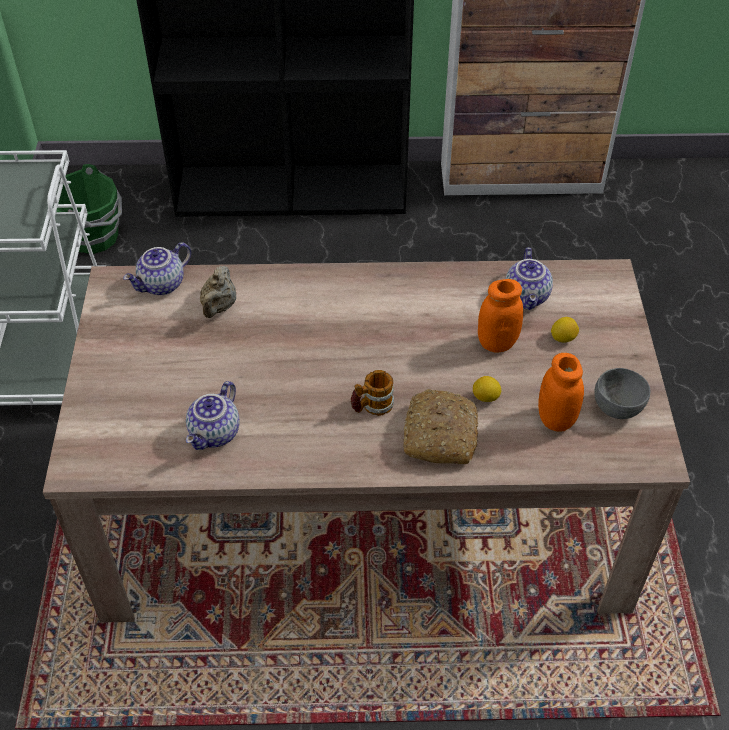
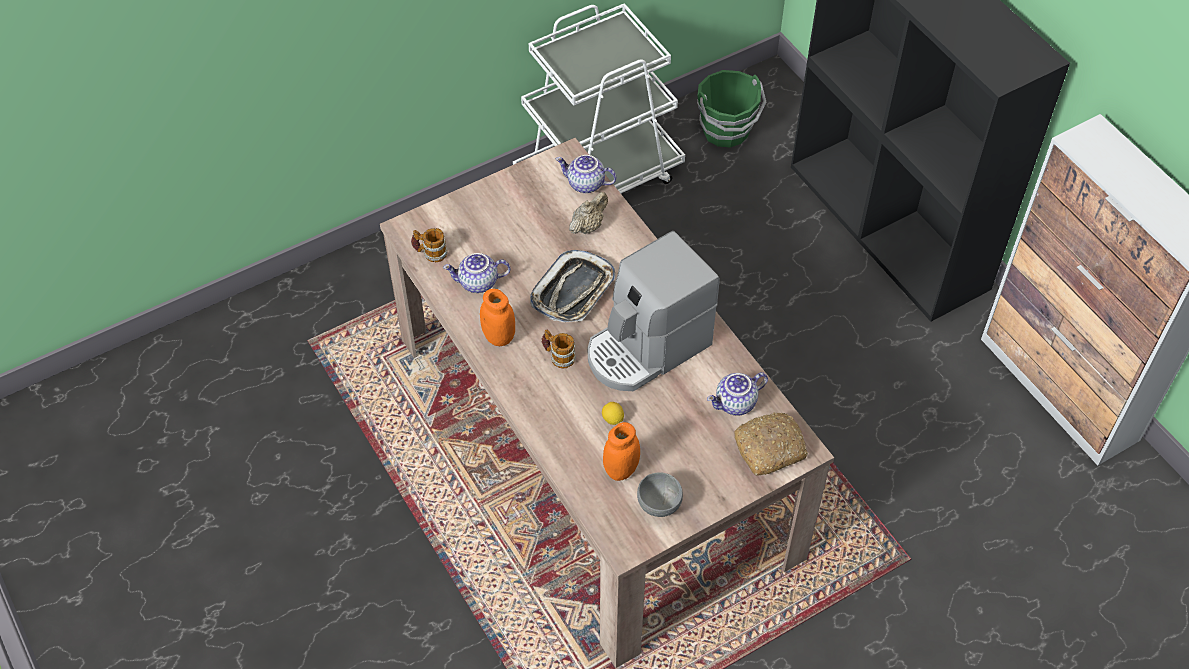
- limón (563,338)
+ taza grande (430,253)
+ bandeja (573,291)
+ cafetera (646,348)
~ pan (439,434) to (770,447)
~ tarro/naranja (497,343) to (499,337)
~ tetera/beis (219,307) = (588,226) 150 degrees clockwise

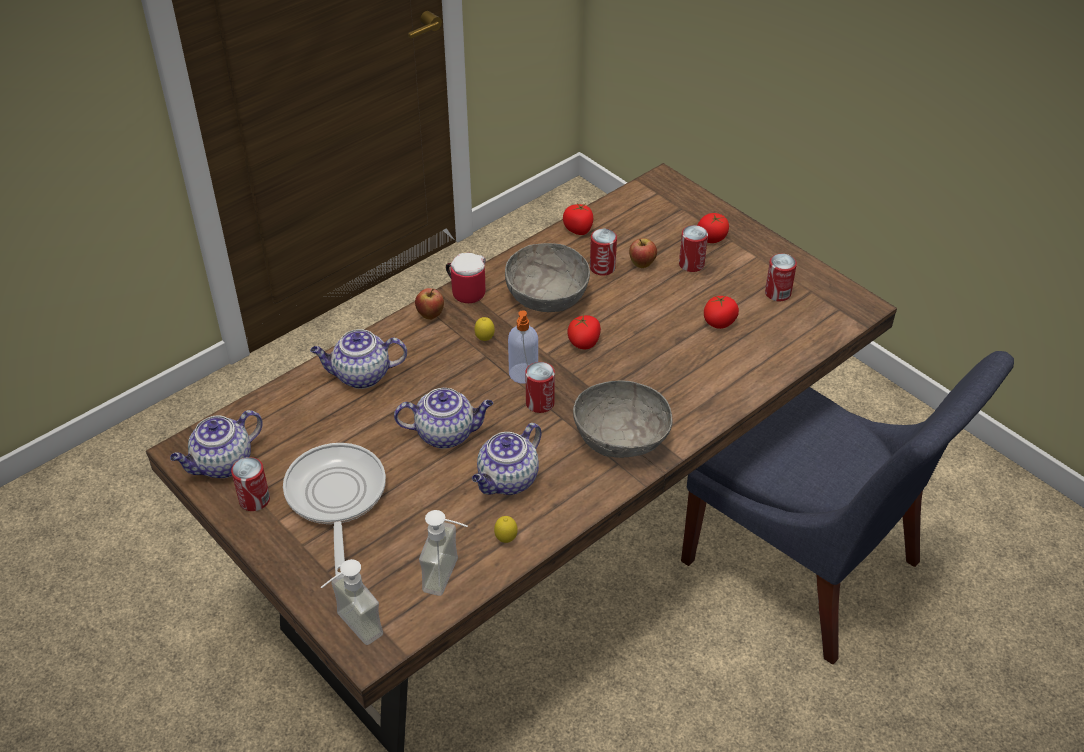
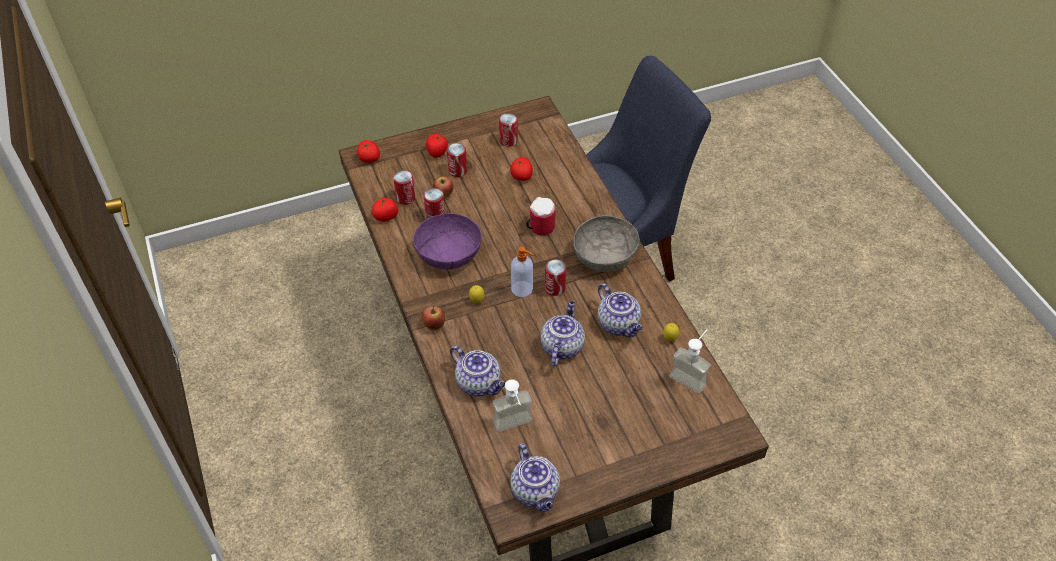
- sartén (335,499)
~ lata (254,500) to (405,198)
~ dispensador de jabón (350,630) to (515,427)
~ taza grande (465,290) to (538,228)
~ tomate (584,343) to (369,159)
~ cuenco/gris (547,295) to cuenco/morado (448,254)
~ tetera (361,376) = (479,383) 60 degrees counterclockwise

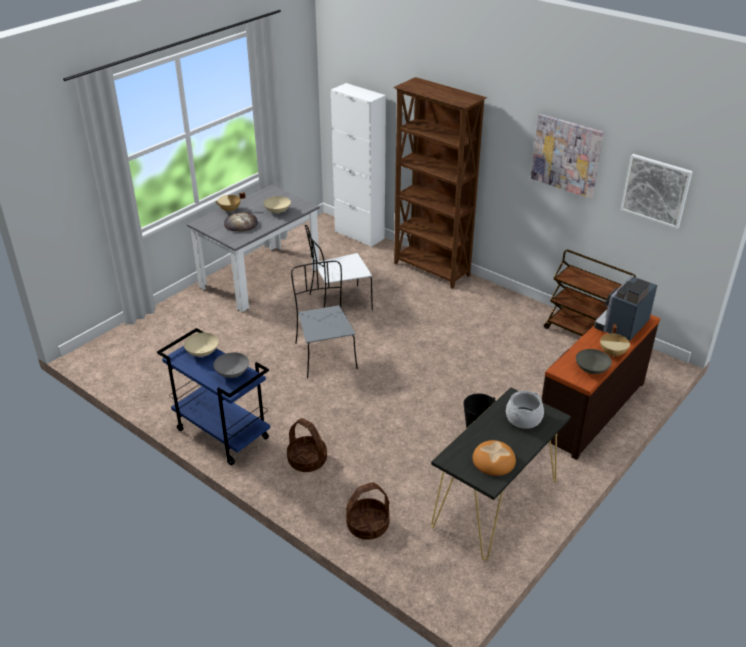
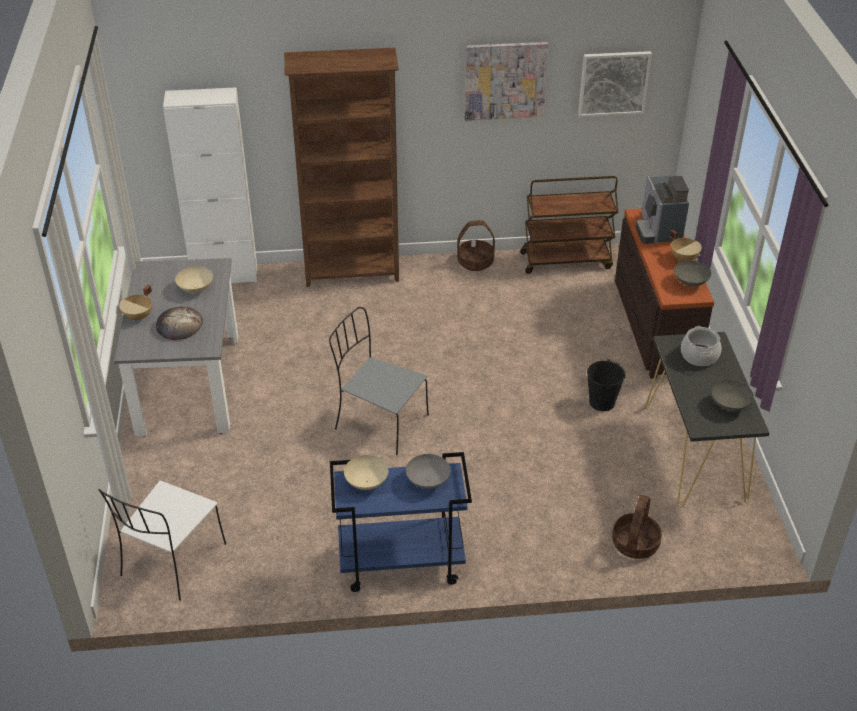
~ cesta (307,460) to (475,262)
~ silla/blanco (338,302) to (172,562)
~ pan (493,460) to cuenco/gris (729,405)

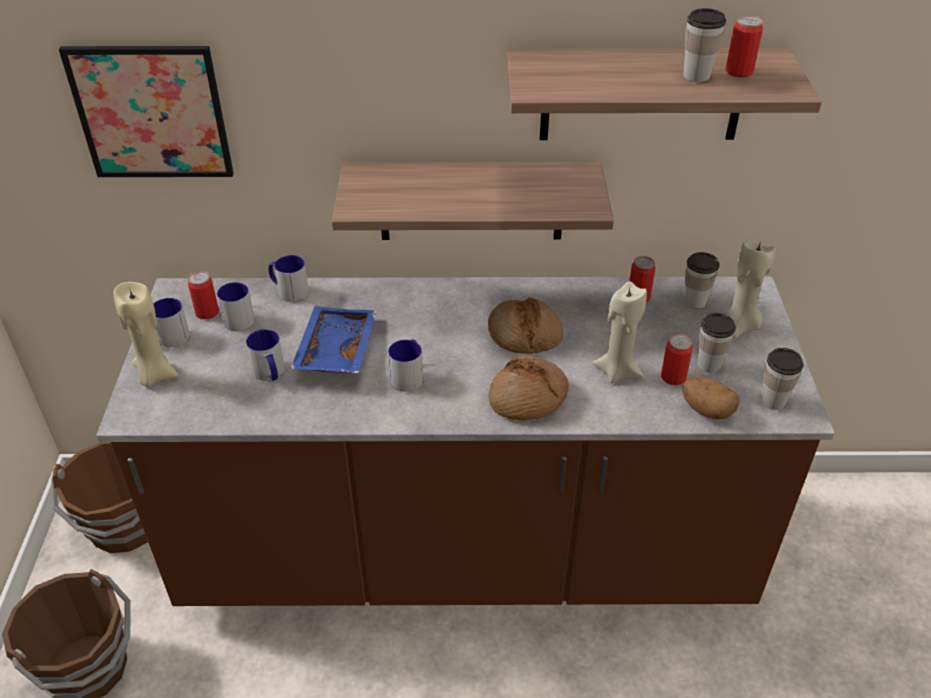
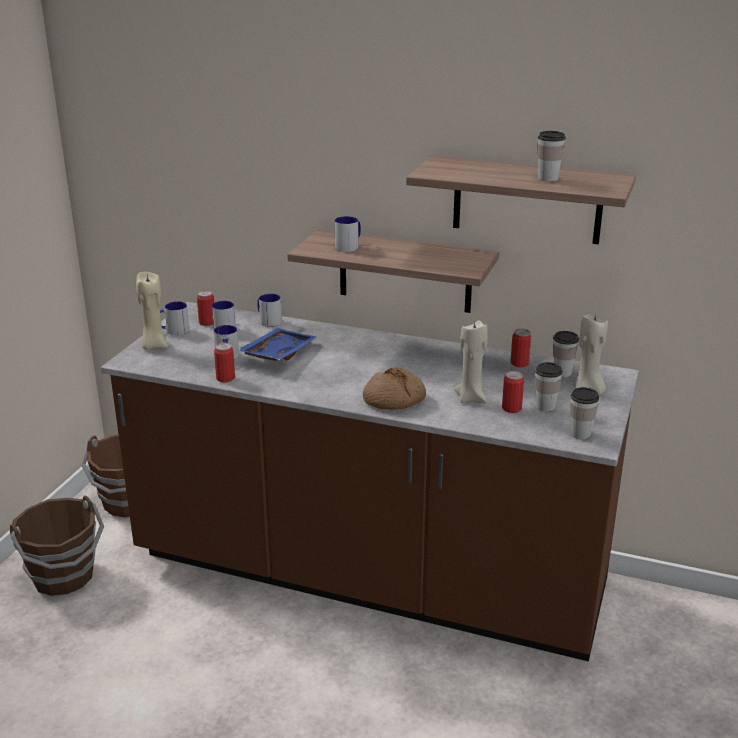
- cuadro (151,113)
- pan (524,334)
- patata (706,410)
~ taza grande (408,375) to (349,246)
~ lata (739,71) to (225,378)

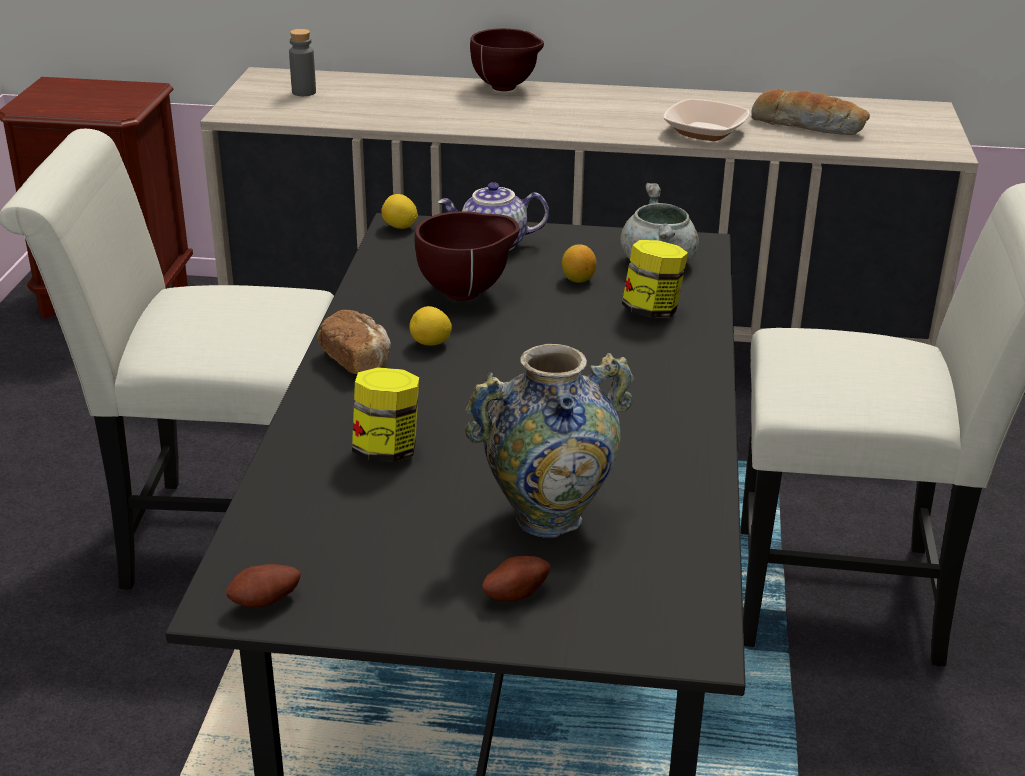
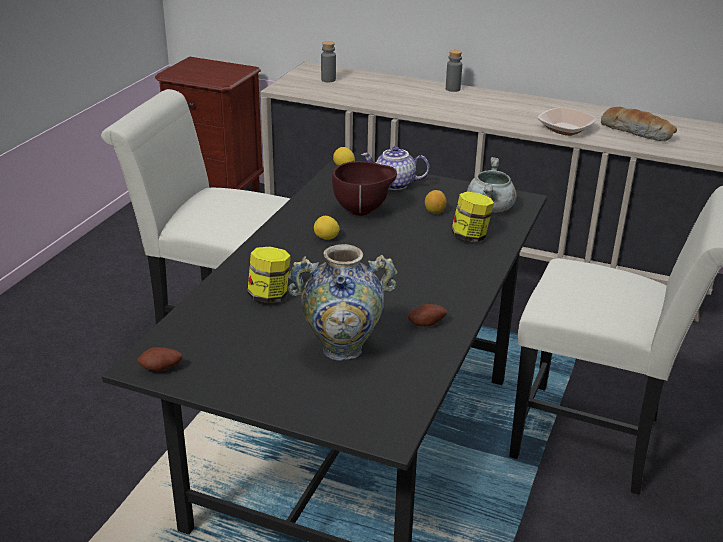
- pan (357,360)
~ patata (515,593) to (426,323)
~ cuenco/marrón (507,88) to botella/gris (453,89)

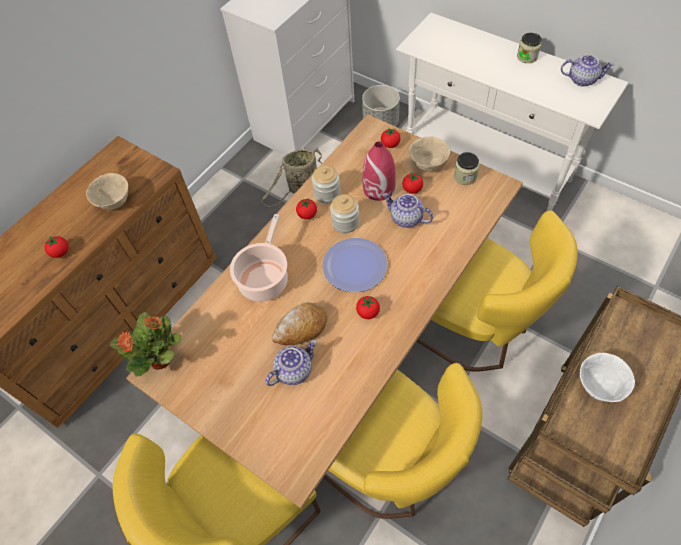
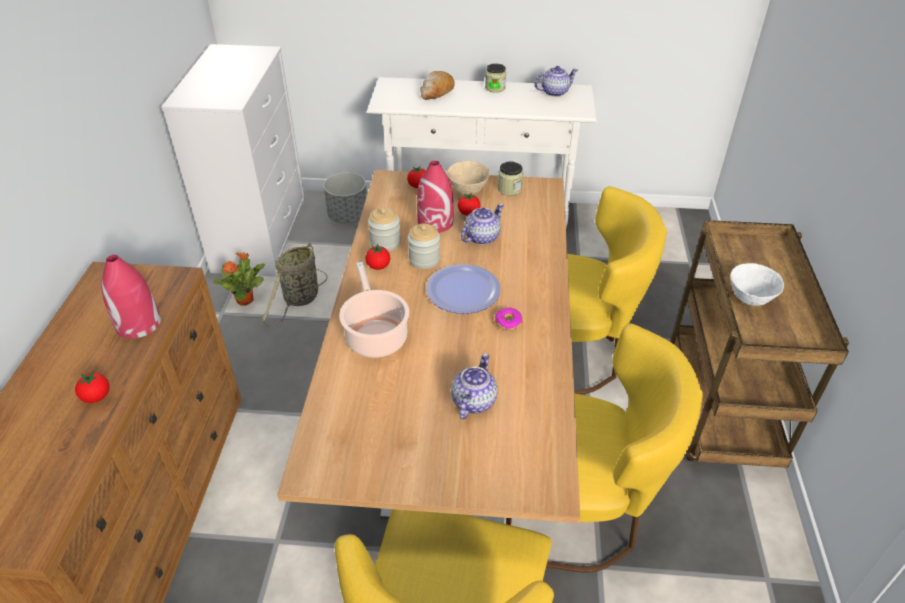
~ planta en maceta (161,359) to (245,300)
~ pan (301,328) to (436,92)
~ cuenco/beis (114,203) to florero/rojo (138,324)
~ tomate (368,312) to rosquilla (508,323)
~ tetera (406,218) = (482,237) 135 degrees clockwise

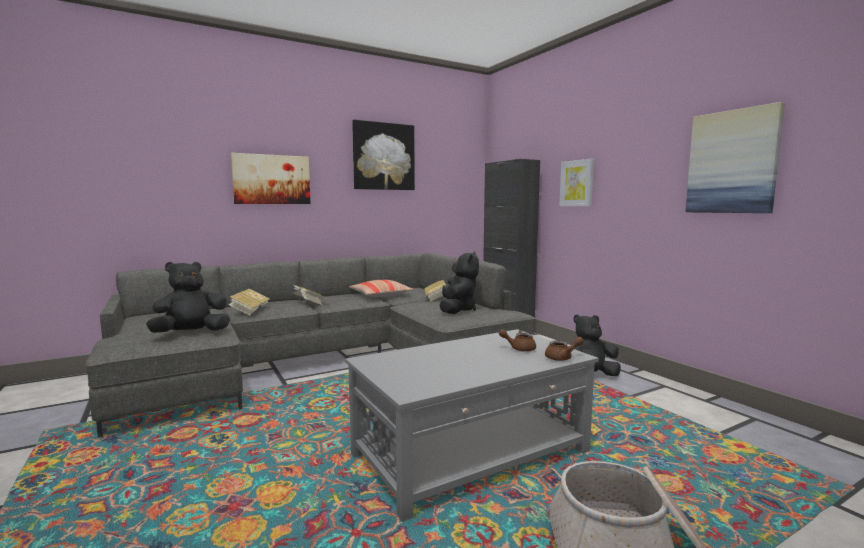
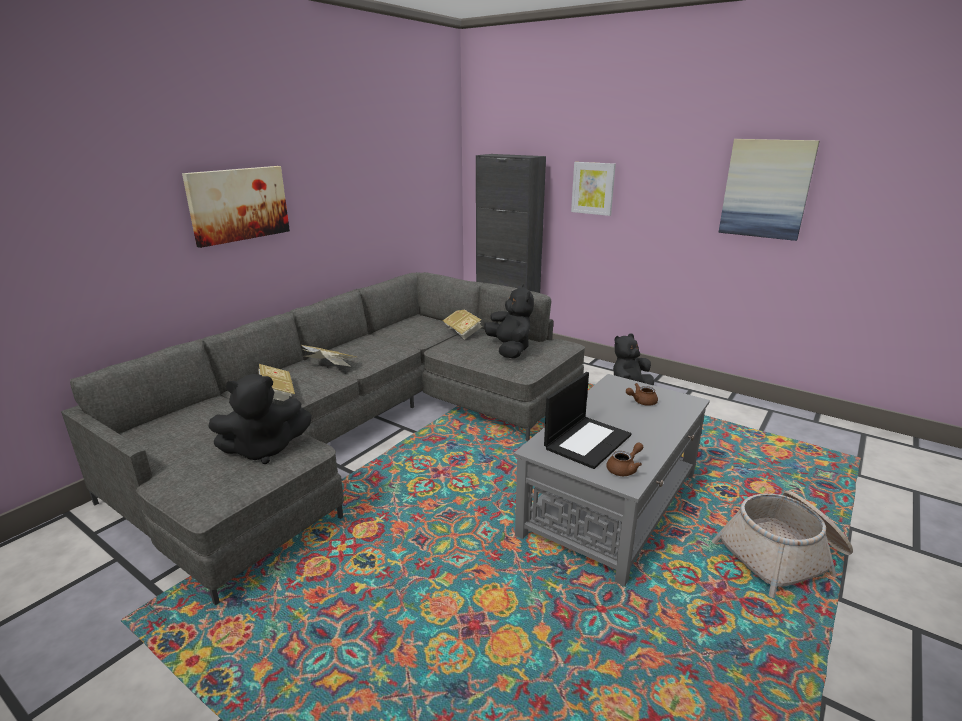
- cojín (380,295)
- cuadro (383,156)
+ portátil (587,441)
~ tetera/marrón (562,358) to (624,469)
~ peluche/negro (191,333) = (264,450) 135 degrees counterclockwise

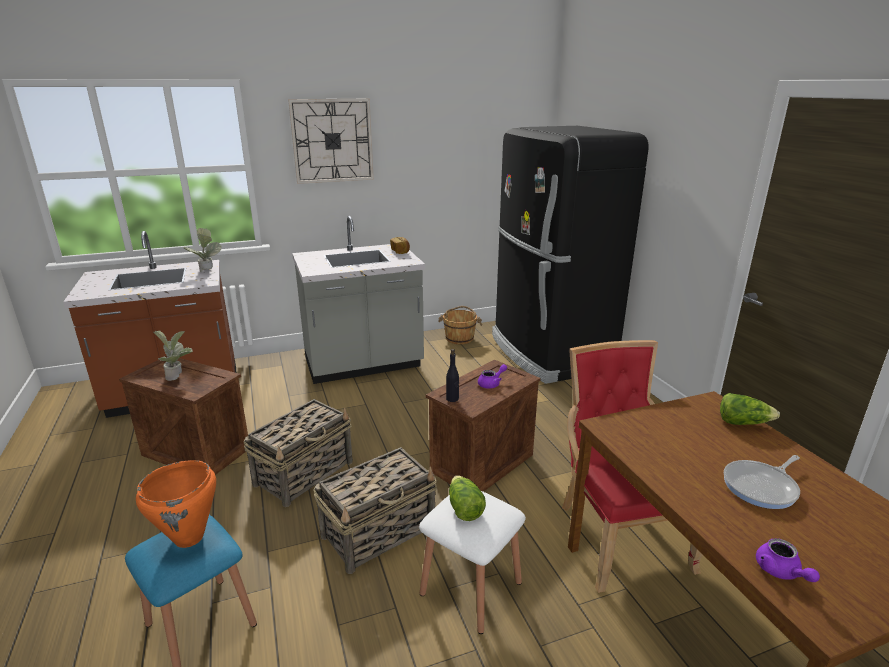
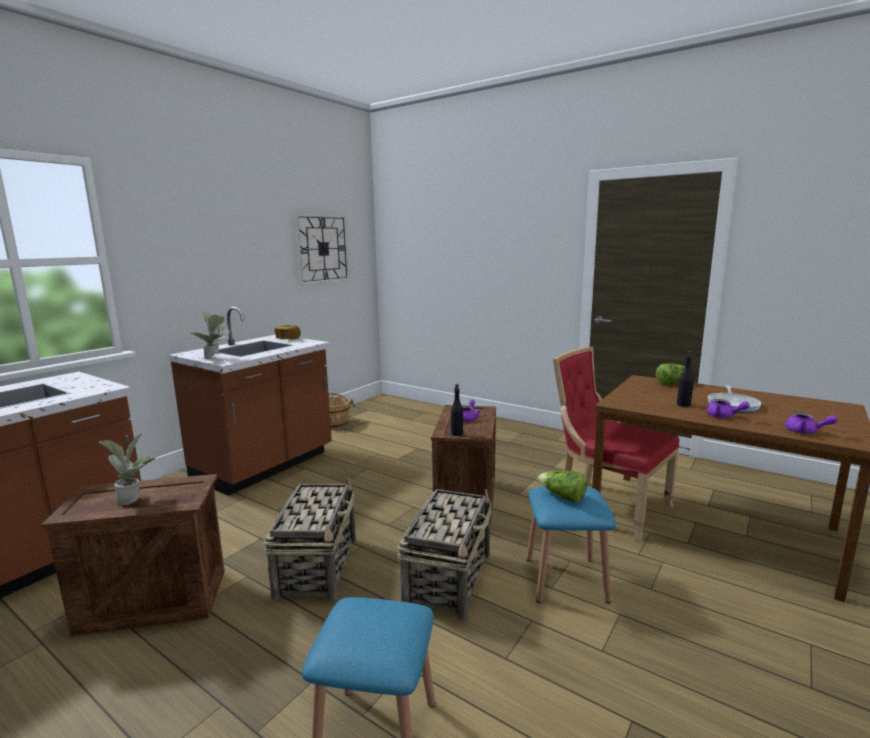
- olla/naranja (189,538)
- nevera/negro (548,353)
+ botella/negro (683,405)
+ tetera/morado (723,416)
~ planta en maceta (207,272) to (214,358)
~ reloj de pared (332,141) to (322,249)
~ mueble bajo de cocina/gris (363,365) to mueble bajo de cocina/marrón (265,466)
~ taburete/blanco (471,588) to taburete/azul (565,579)

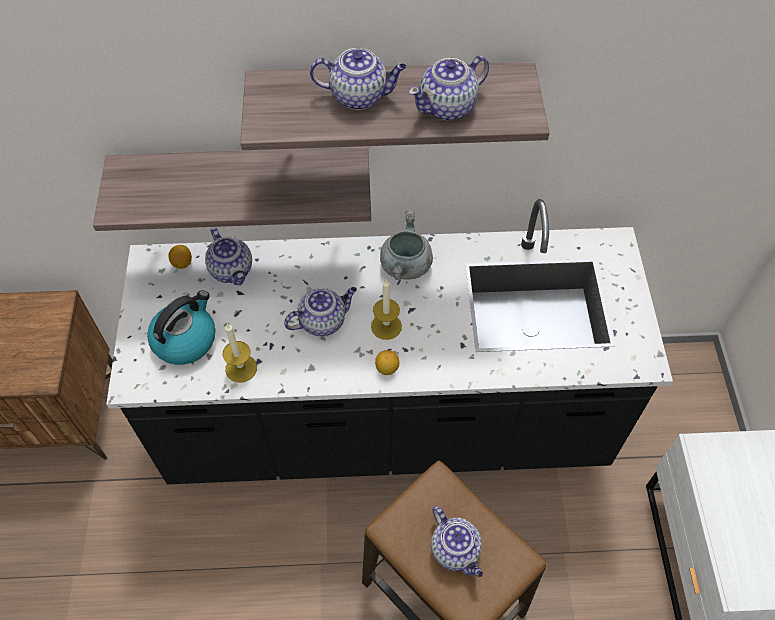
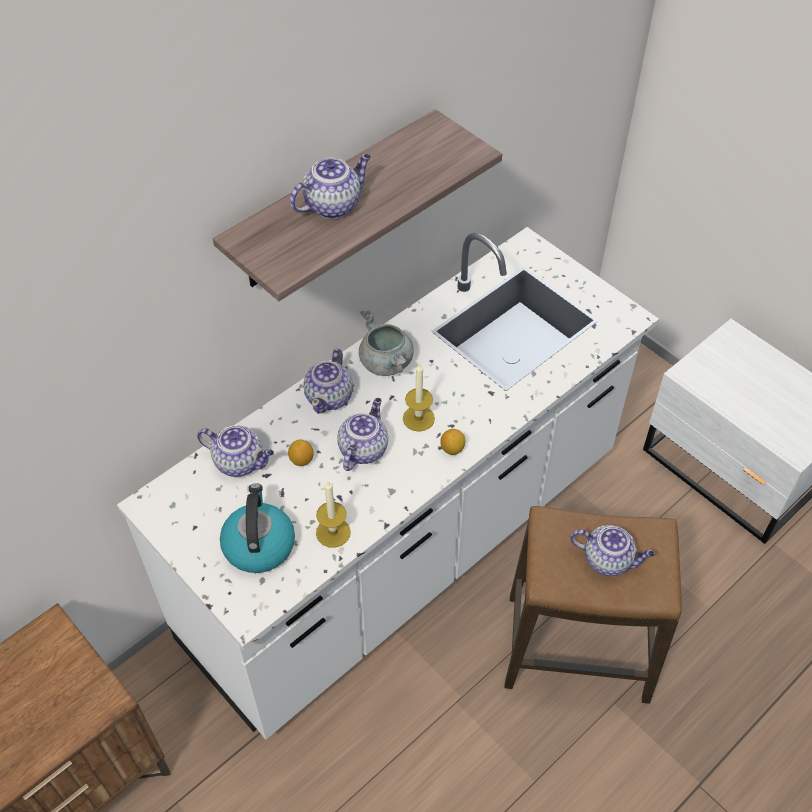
- estante (243,176)
~ limón (182,263) to (301,460)
~ tetera (448,106) to (330,397)
~ mueble bajo de cocina/negro (387,425) to mueble bajo de cocina/blanco (406,549)

